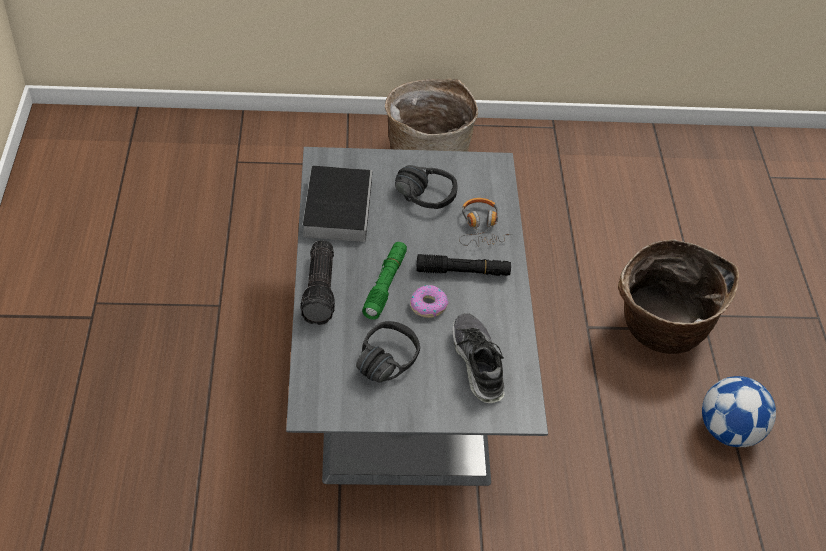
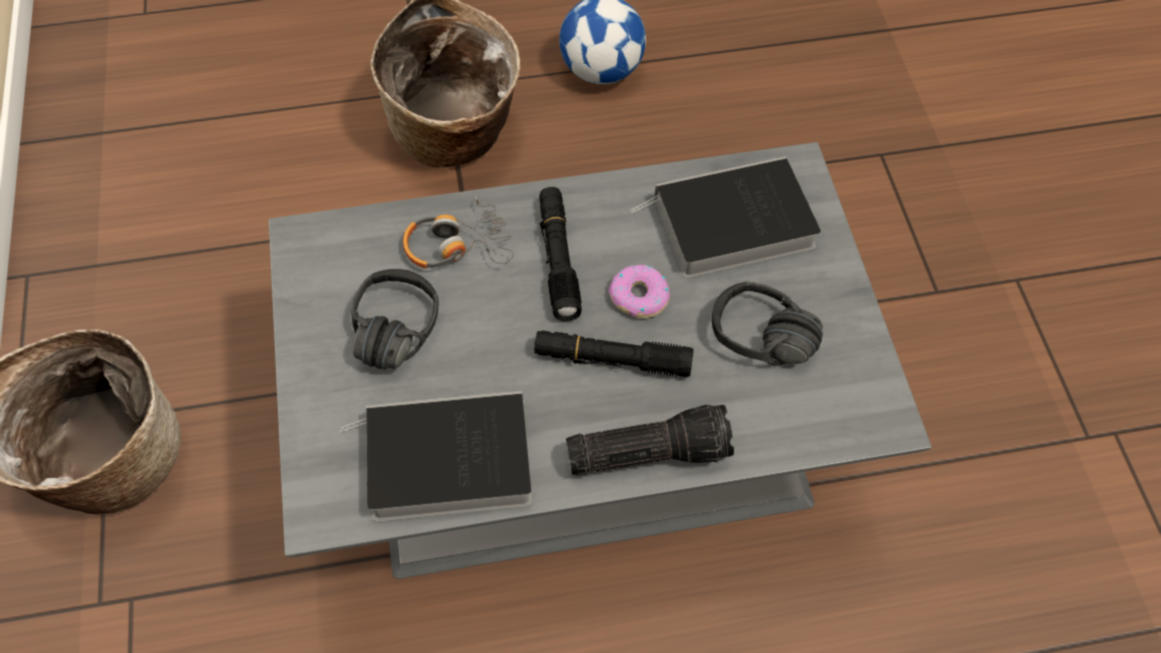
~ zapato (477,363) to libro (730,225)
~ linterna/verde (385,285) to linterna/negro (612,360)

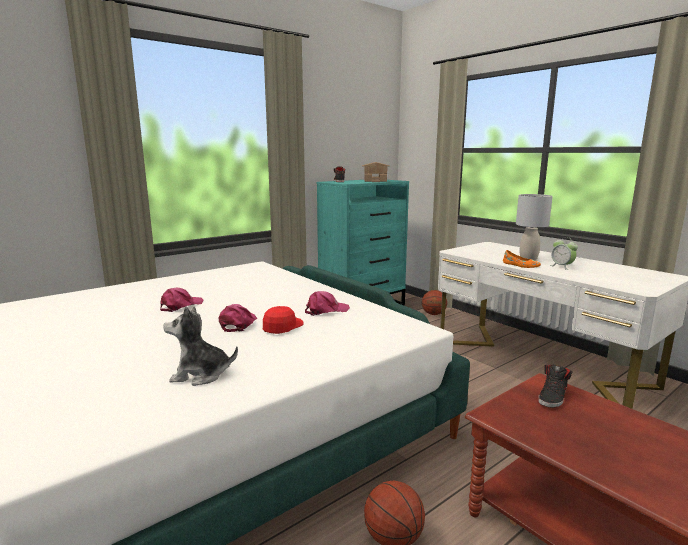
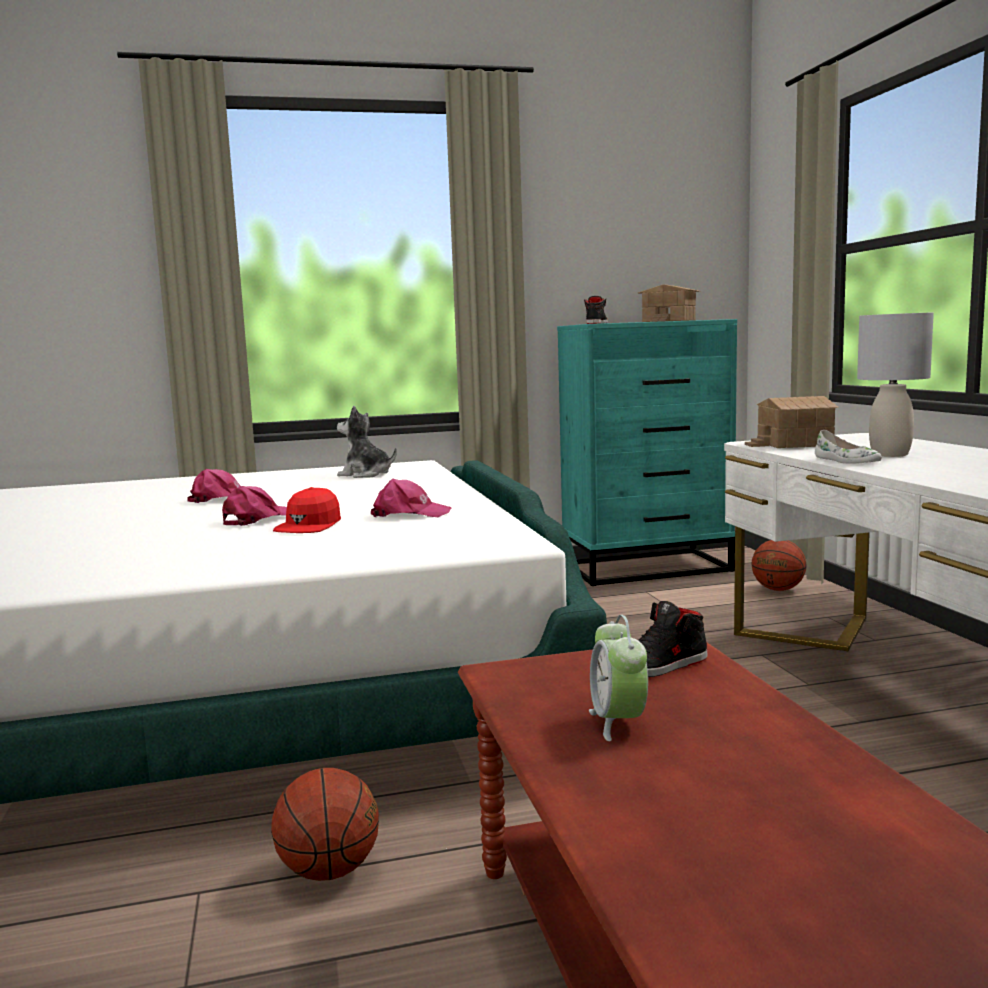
+ casita (794,443)
~ peluche (200,375) to (365,475)
~ despertador (562,267) to (618,723)
~ zapato/naranja (520,265) to zapato/blanco (846,461)
~ gorra/rojo (282,326) = (309,526) 150 degrees clockwise

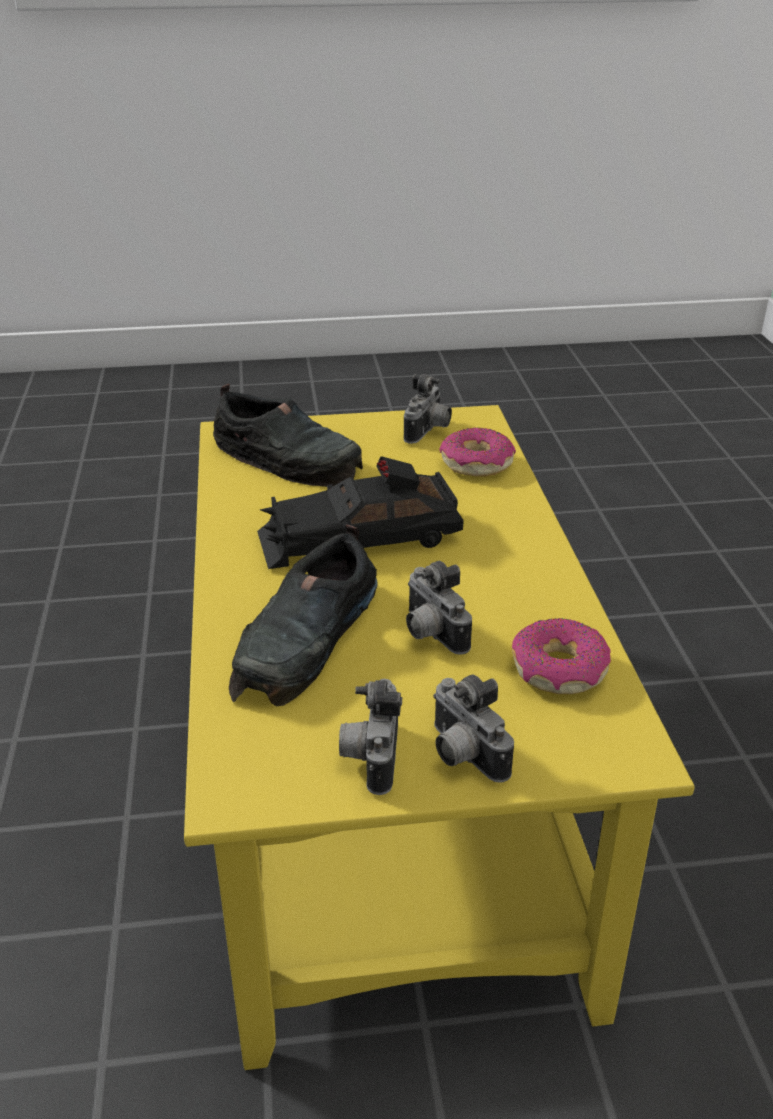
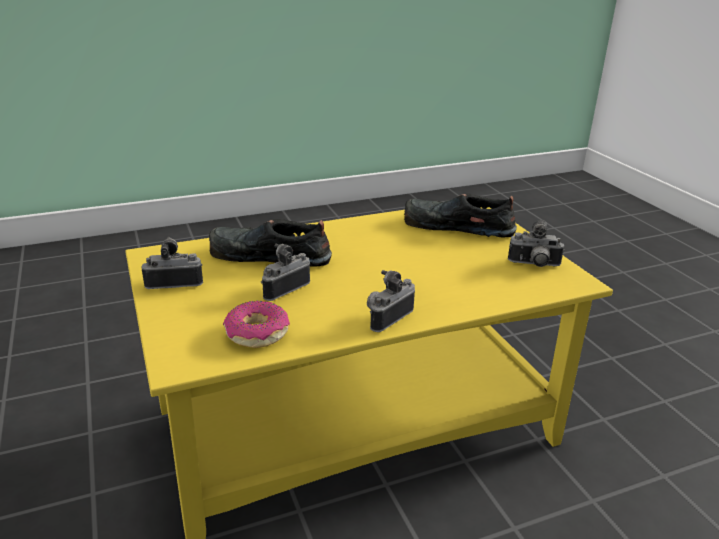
- coche de juguete/negro (359,538)
- rosquilla (476,464)
~ cámara (462,756) to (387,317)
~ zapato/negro (288,458) = (456,226) 90 degrees clockwise

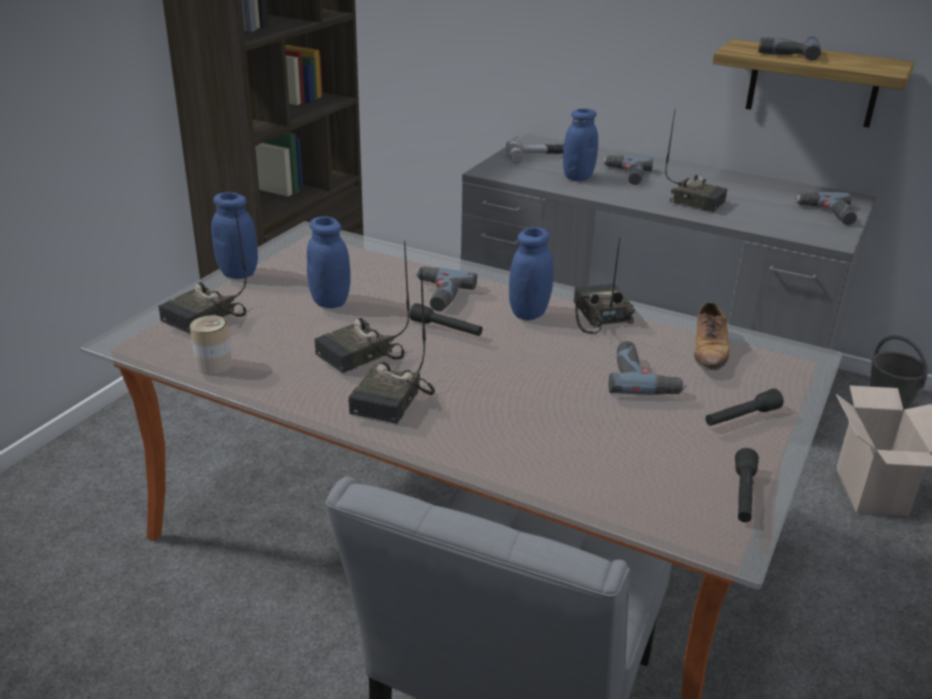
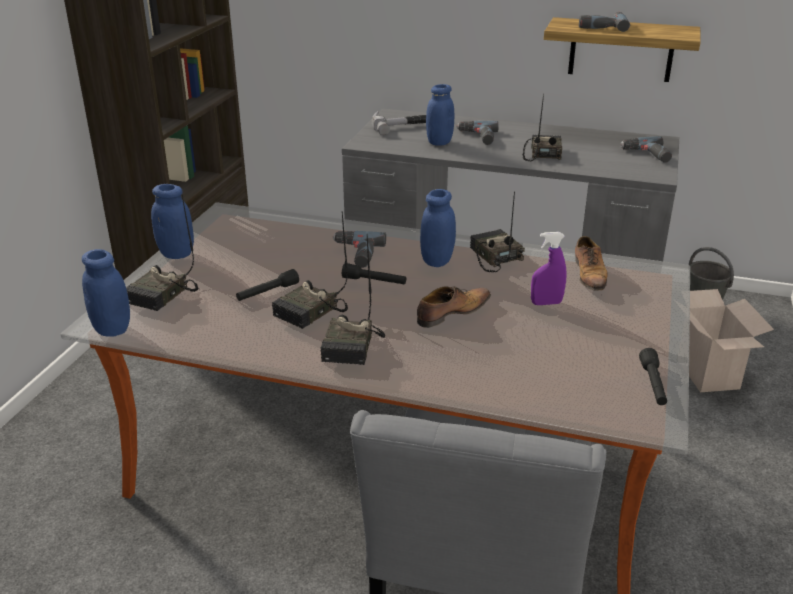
- lata (214,365)
+ zapato (451,313)
~ tarro/azul (330,301) to (112,329)
~ linterna/negro (741,417) to (267,293)
~ taladro (643,378) to pulverizador/morado (546,303)
~ radio (696,201) = (542,154) 105 degrees counterclockwise

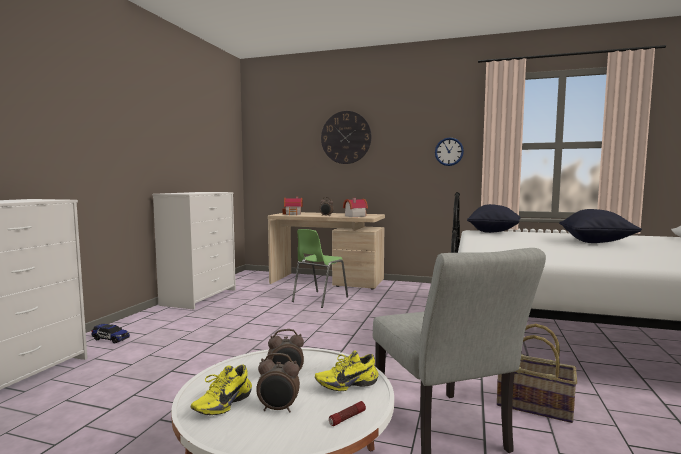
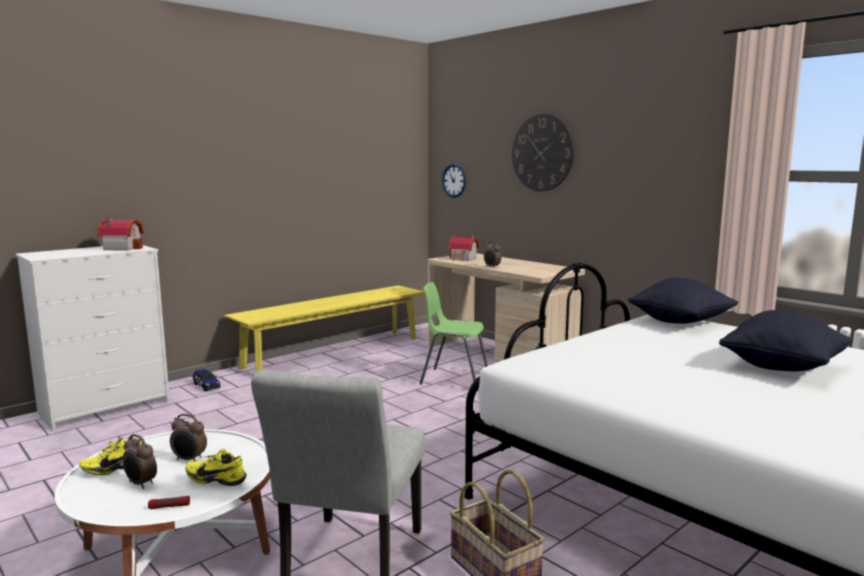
~ casita (354,216) to (123,248)
~ reloj de pared (449,151) to (454,180)
~ cómoda/blanco (200,297) to banco/amarillo (334,352)
~ silla/verde (319,299) = (454,379) 45 degrees clockwise

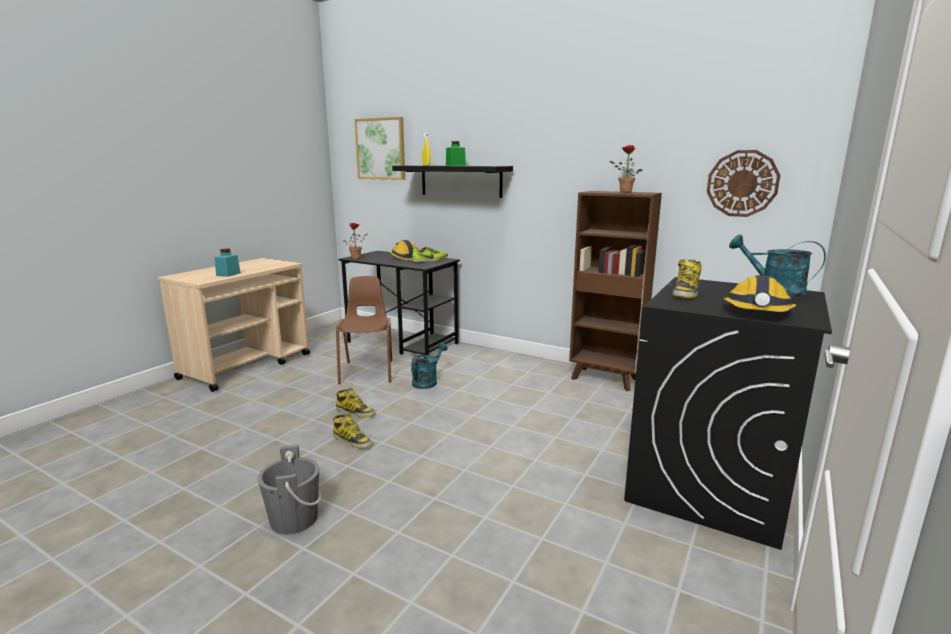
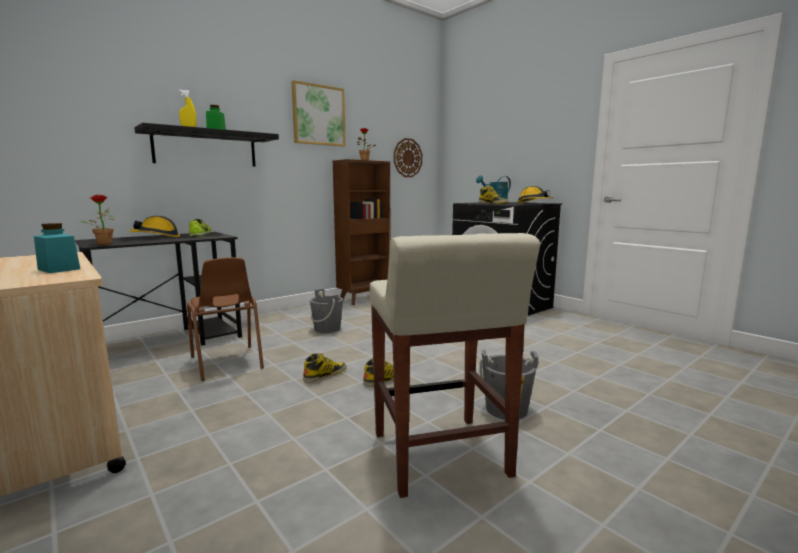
- regadera/turquesa (427,381)
+ cubo/gris (327,329)
+ taburete/beis (440,456)
~ cuadro (381,149) to (318,115)
~ silla/marrón (368,371) = (226,363) 135 degrees counterclockwise

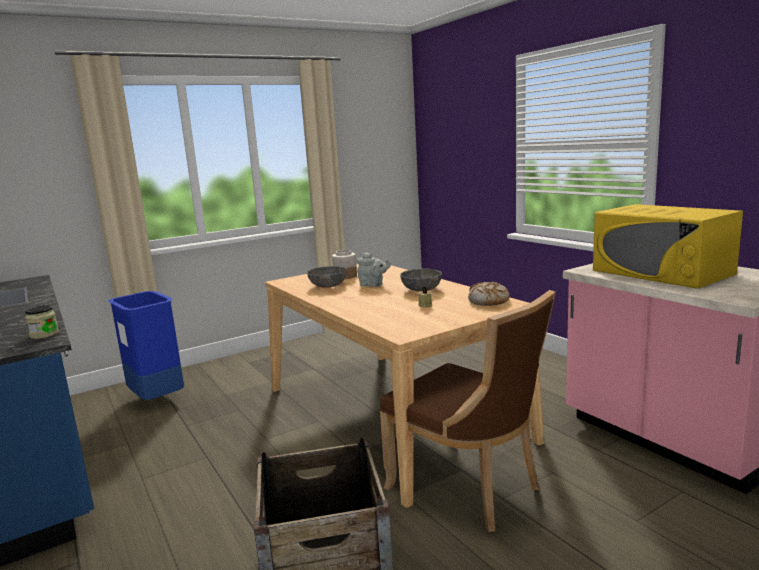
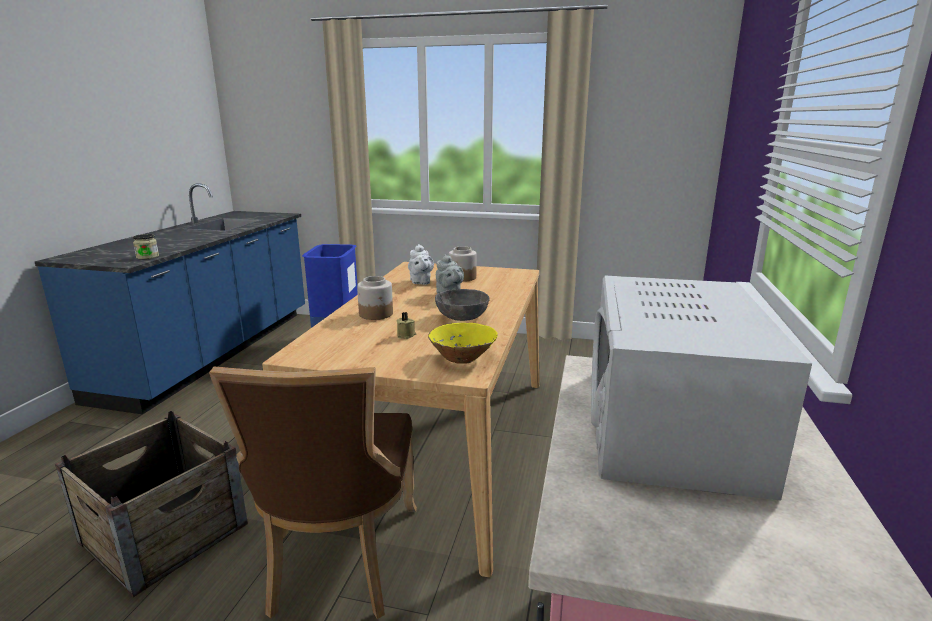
+ tarro (376,314)
~ cuenco/gris (327,286) to tetera/blanco (420,282)
~ pan (488,301) to cuenco/amarillo (462,358)
~ microondas/amarillo (662,272) to microondas/blanco (669,423)

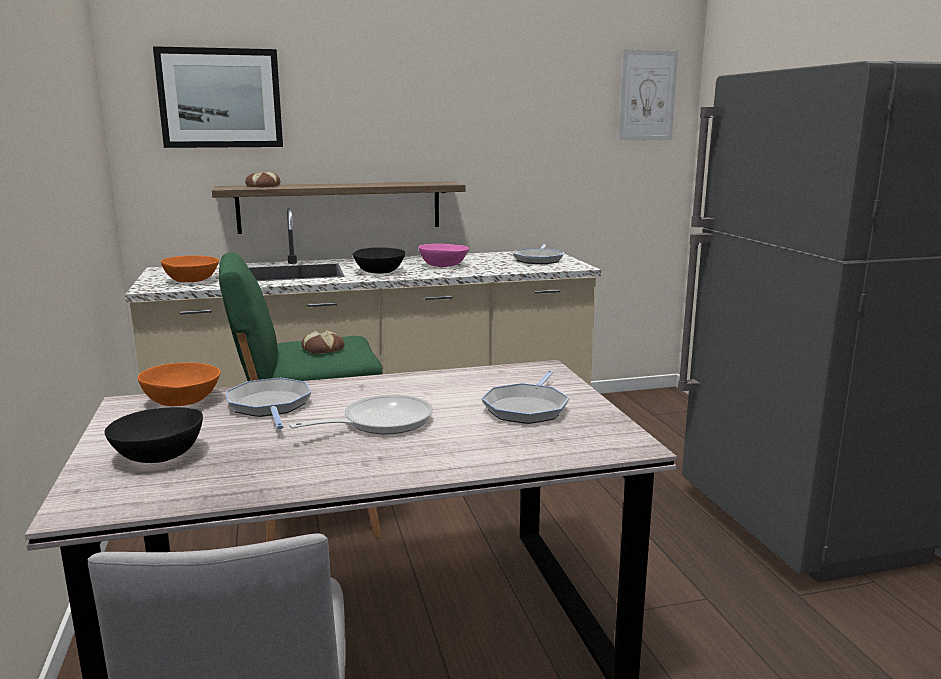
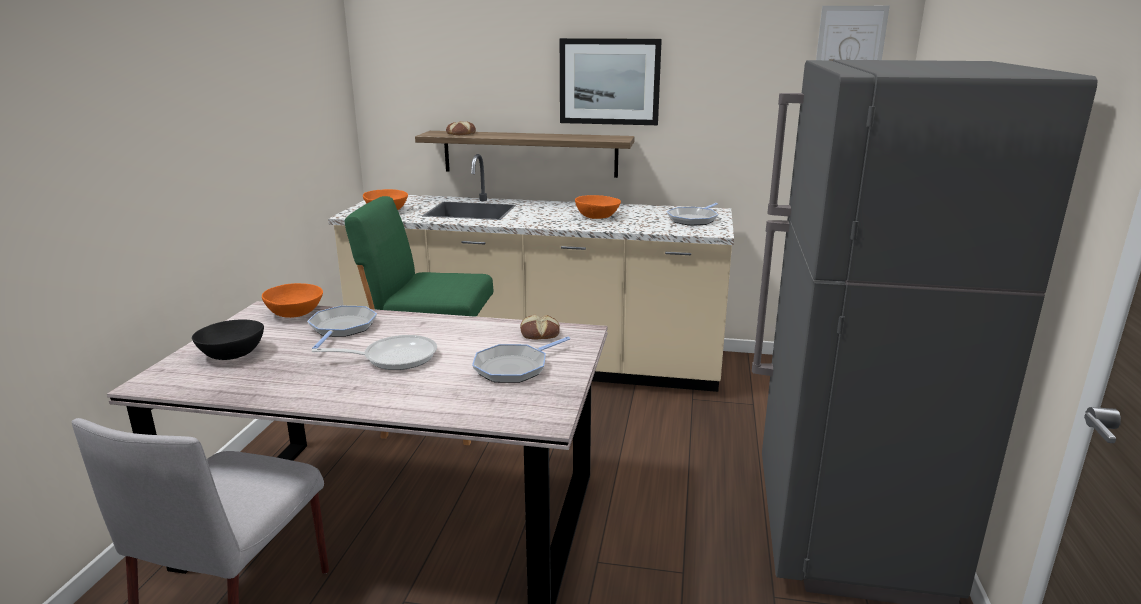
- cuenco/negro (380,272)
~ cuadro (220,98) to (609,81)
~ pan (323,349) to (539,334)
~ cuenco/rosa (443,265) to cuenco/naranja (597,217)

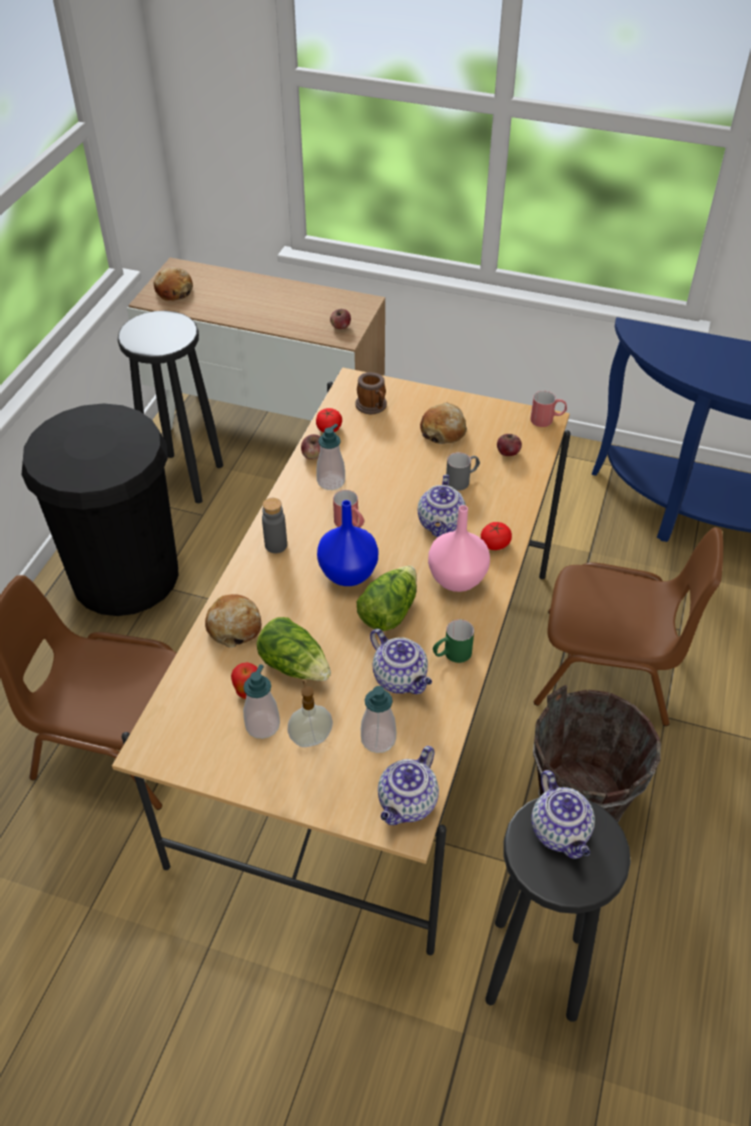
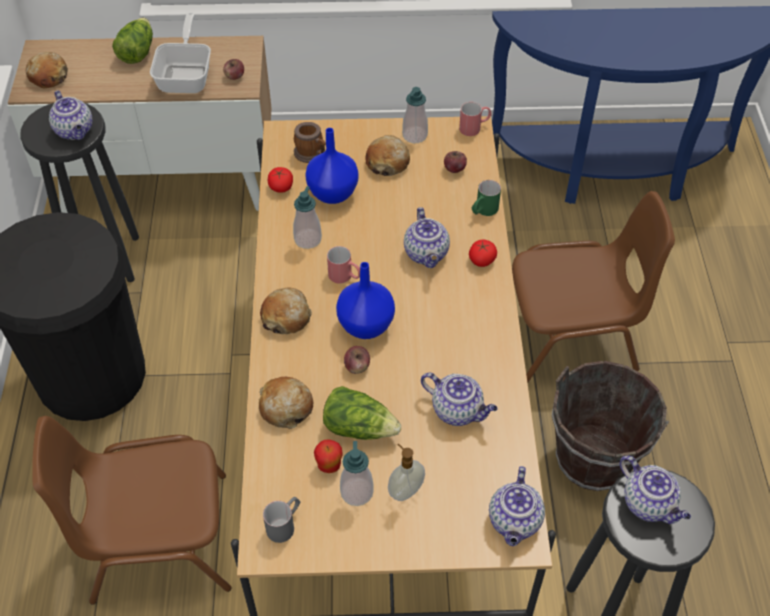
- florero/rosa (456,578)
+ tetera (75,131)
+ sartén (187,75)
+ florero/azul (333,194)
~ manzana (313,455) to (357,367)
~ lechuga (388,611) to (137,52)
~ dispensador de jabón (378,739) to (414,135)
~ taza grande/verde (451,655) to (483,211)
~ taza grande/gris (462,480) to (285,524)
~ botella/gris (276,545) to pan (286,317)

